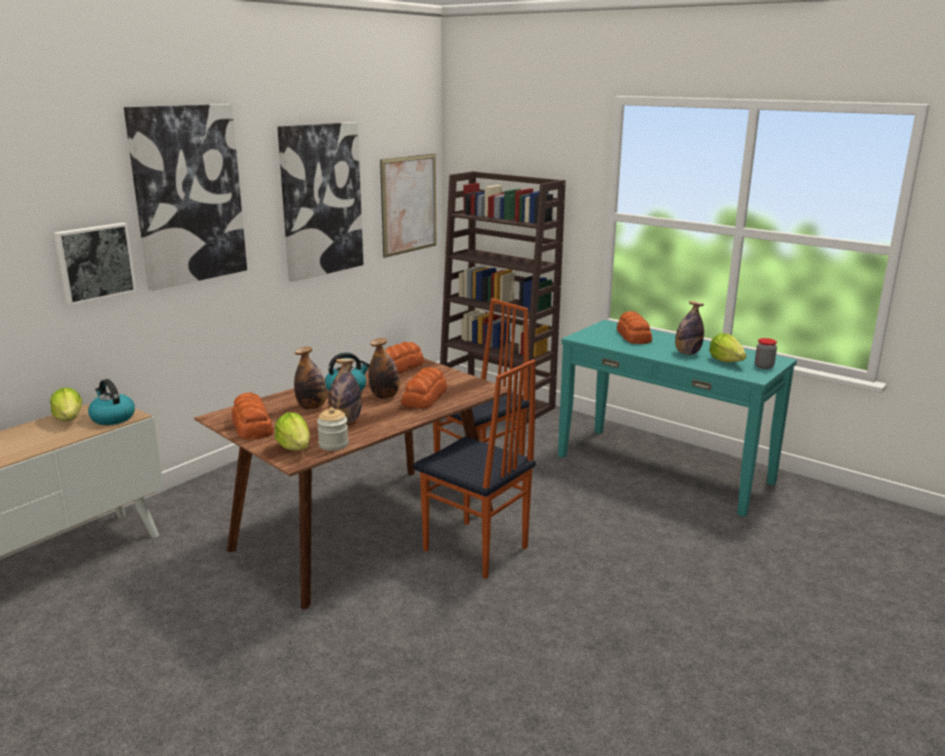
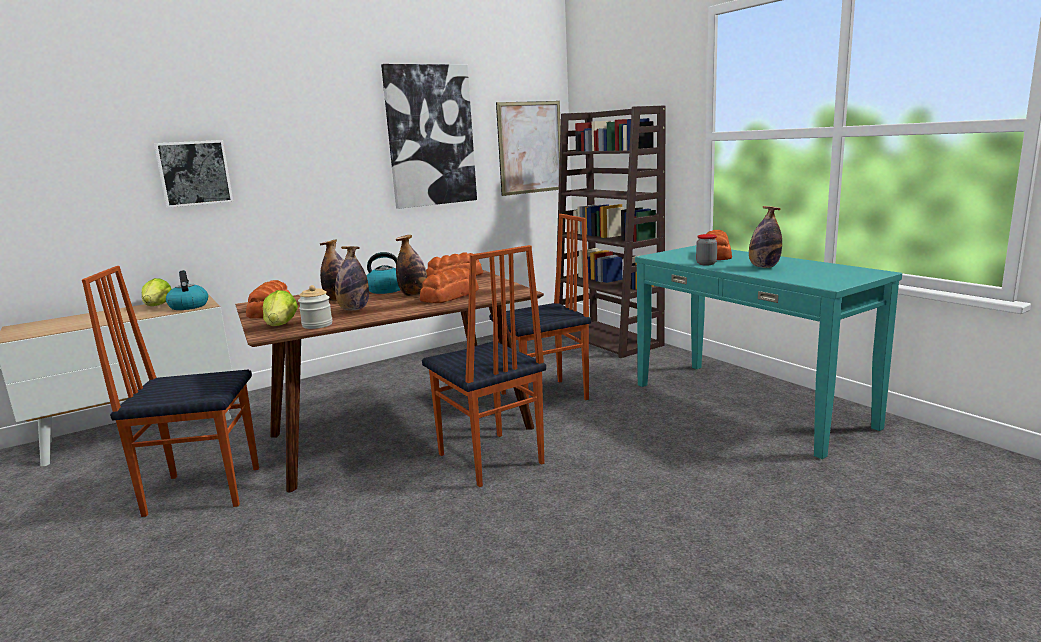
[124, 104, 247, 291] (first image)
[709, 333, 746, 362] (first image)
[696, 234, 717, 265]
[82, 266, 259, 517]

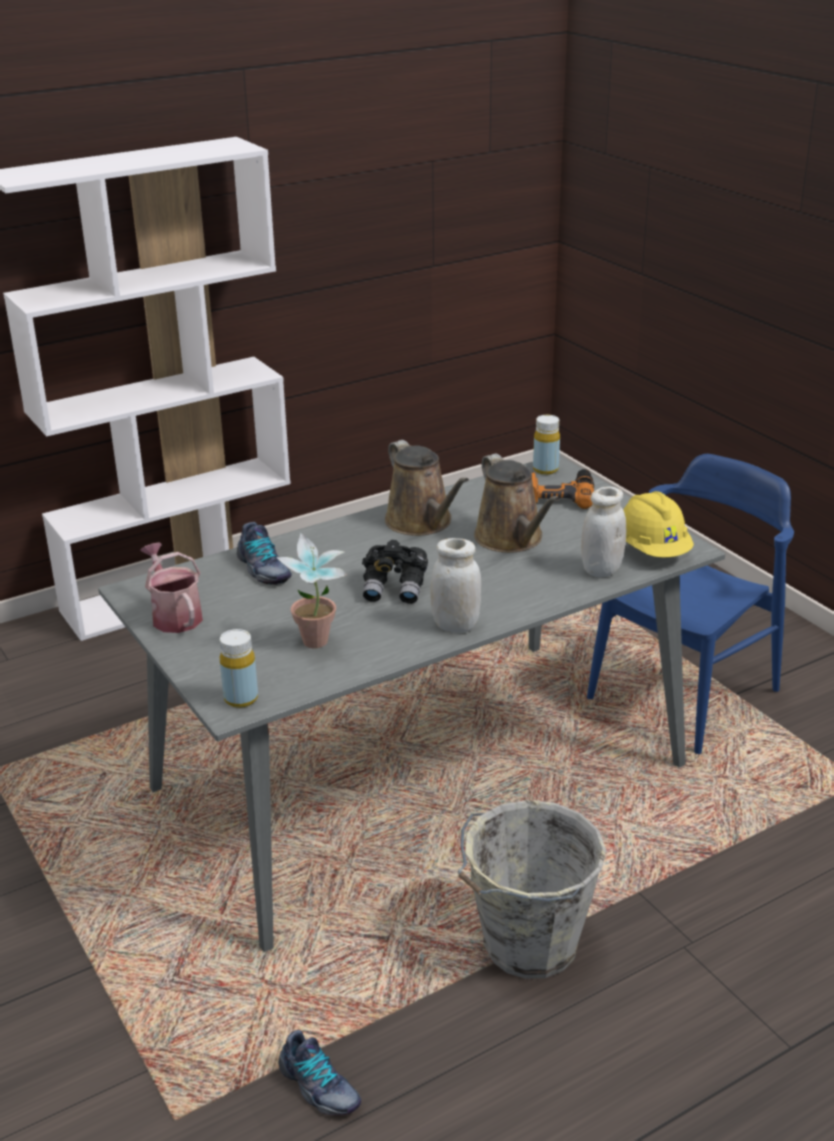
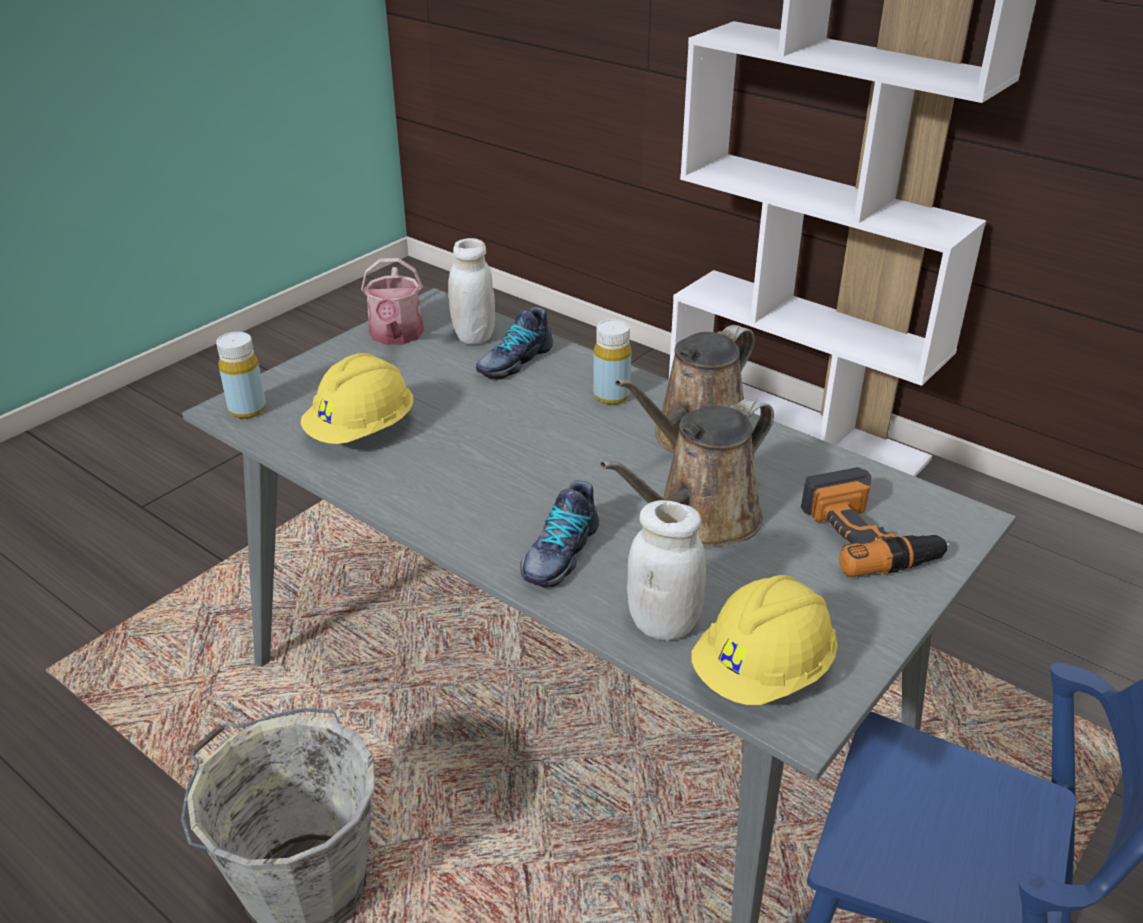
[593, 319, 631, 405]
[301, 353, 413, 444]
[448, 238, 495, 345]
[362, 540, 428, 604] (first image)
[361, 258, 424, 345]
[520, 480, 599, 588]

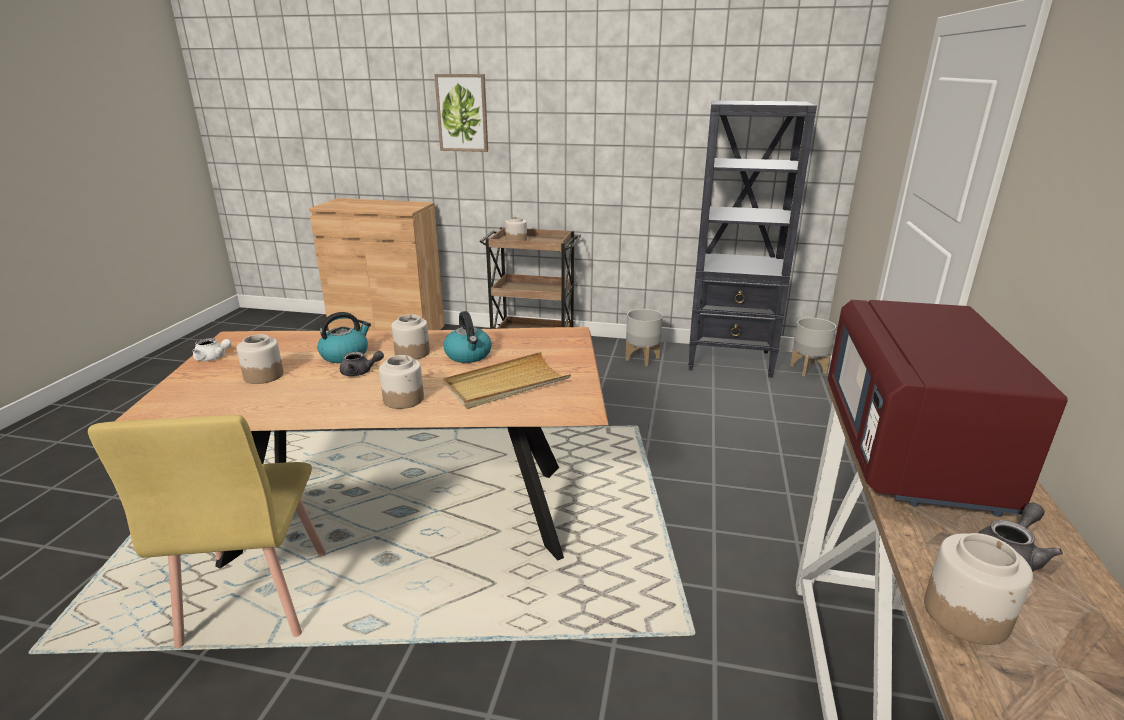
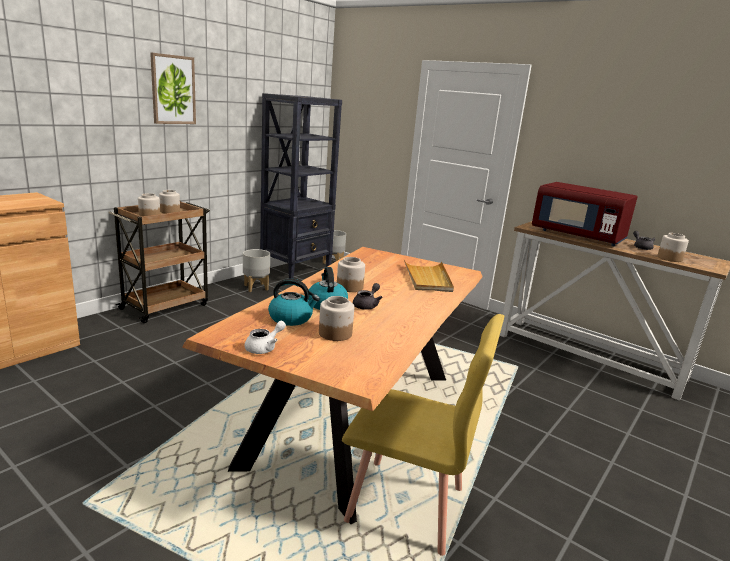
[150, 53, 196, 124]
[268, 278, 320, 326]
[159, 190, 180, 213]

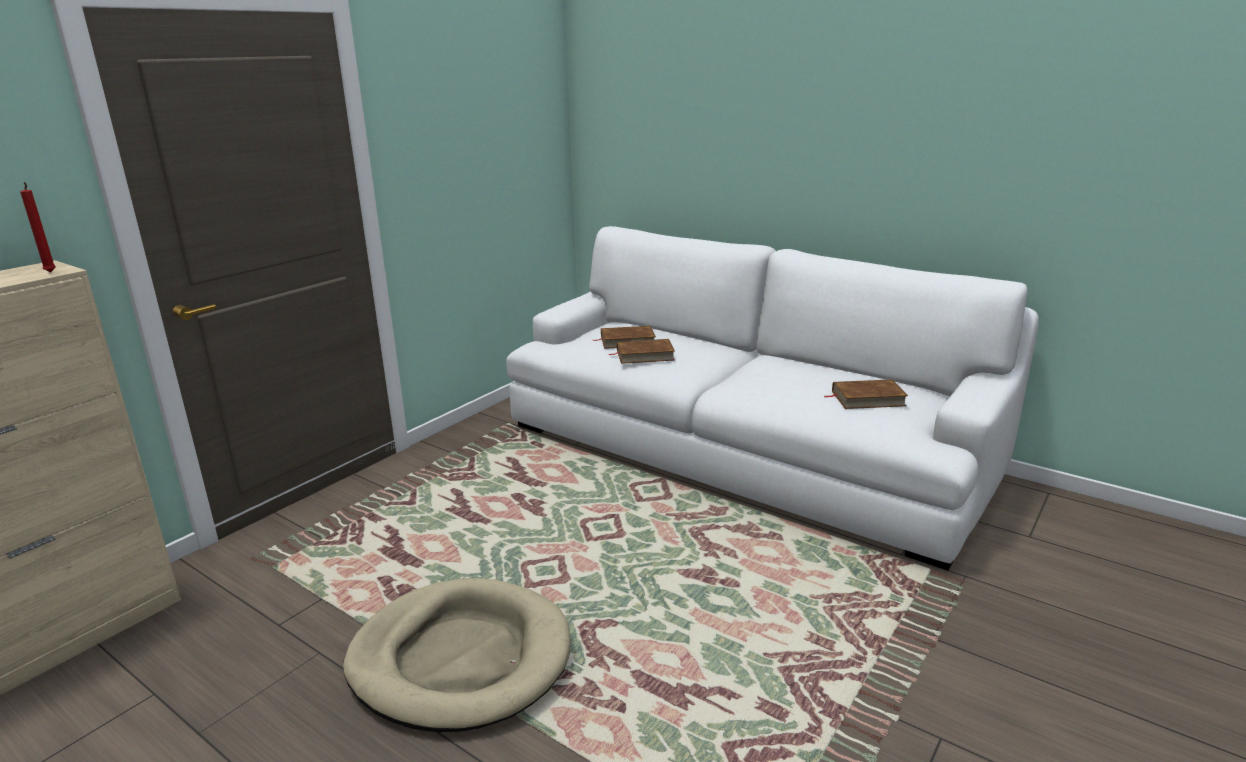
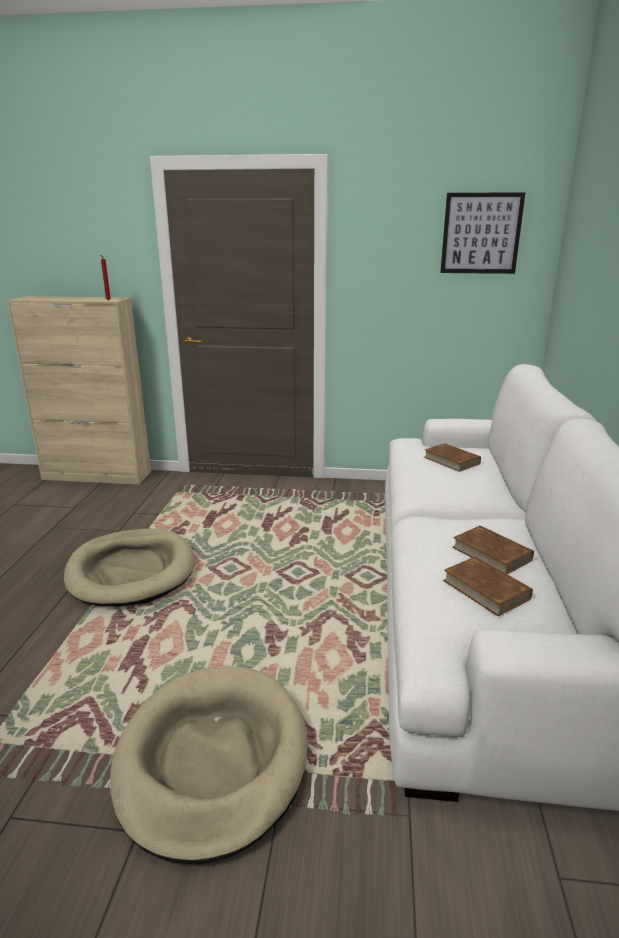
[452, 525, 534, 574]
[440, 192, 525, 274]
[110, 666, 308, 864]

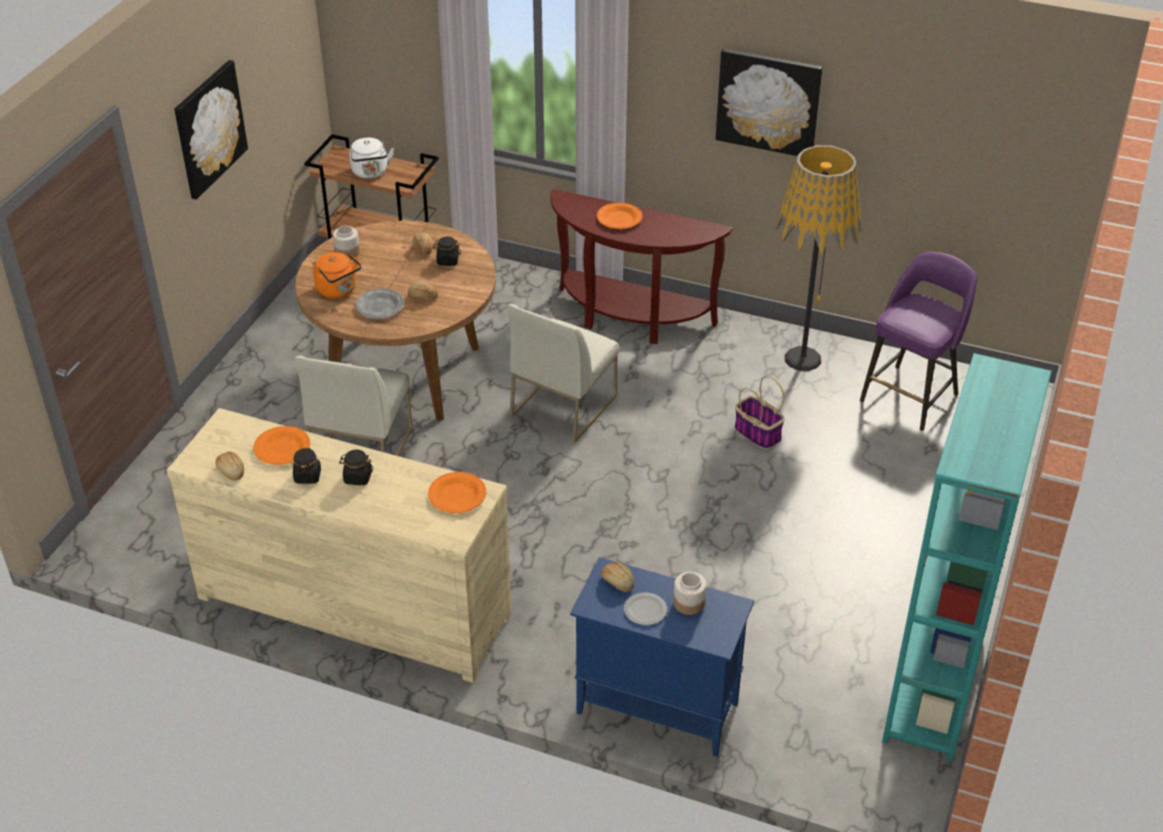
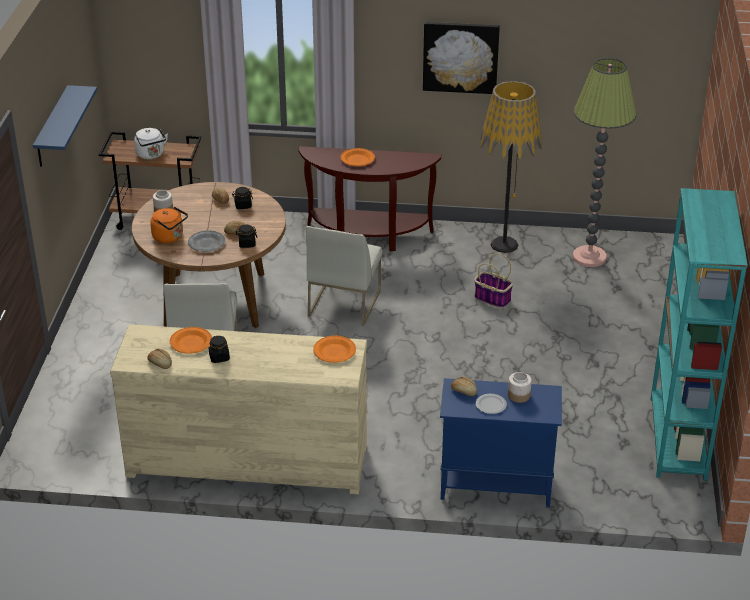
[33, 85, 97, 167]
[573, 58, 636, 267]
[235, 225, 257, 248]

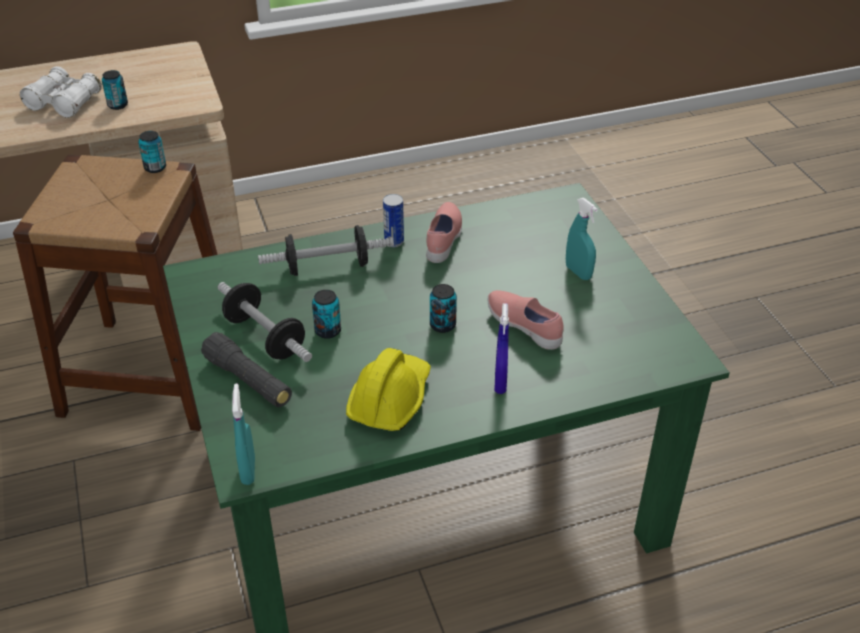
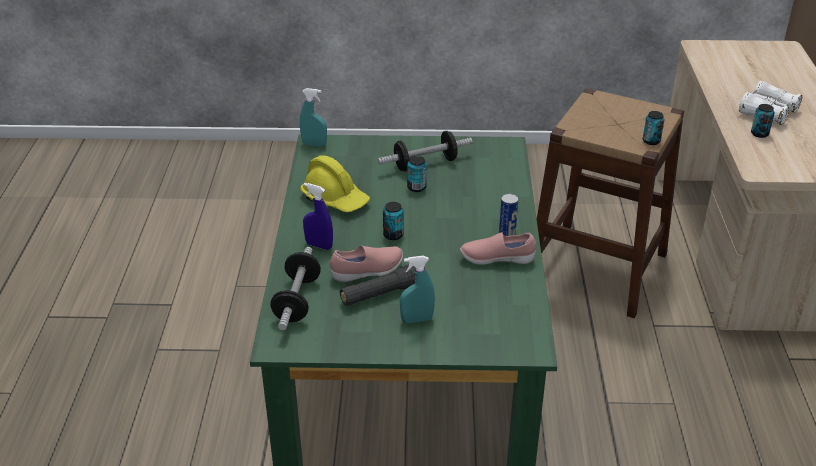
[460, 232, 536, 265]
[270, 247, 321, 330]
[340, 264, 425, 306]

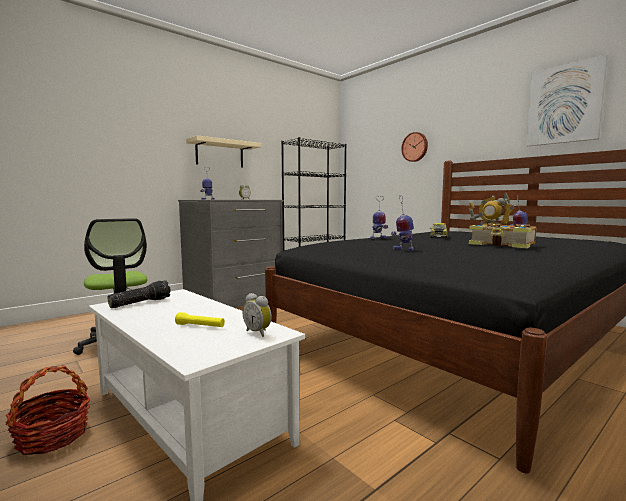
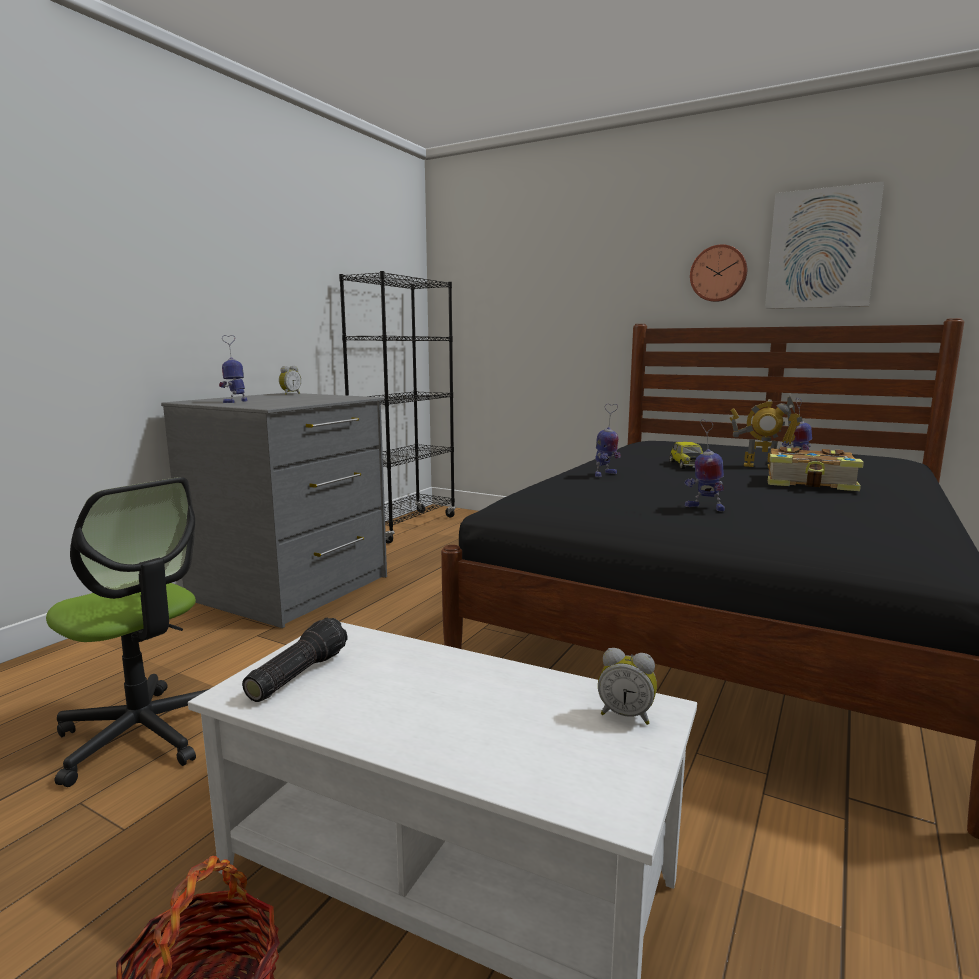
[690, 244, 747, 302]
[186, 135, 262, 167] (first image)
[175, 312, 225, 327] (first image)

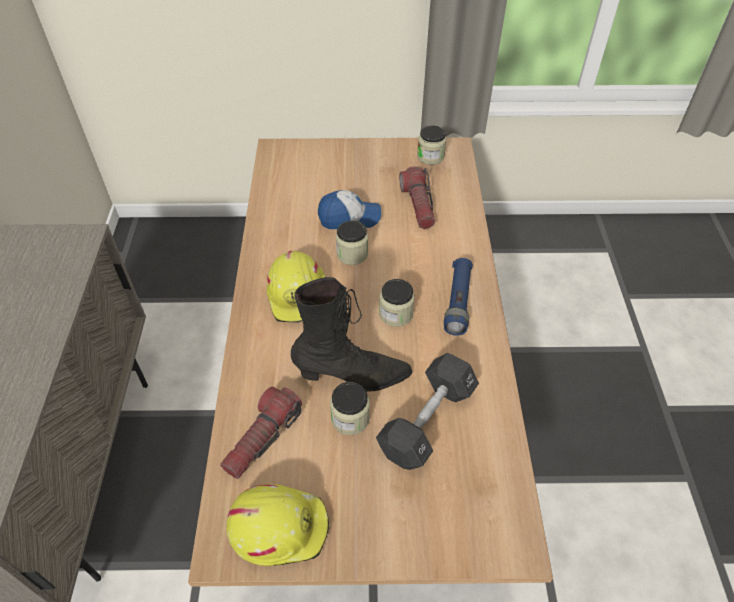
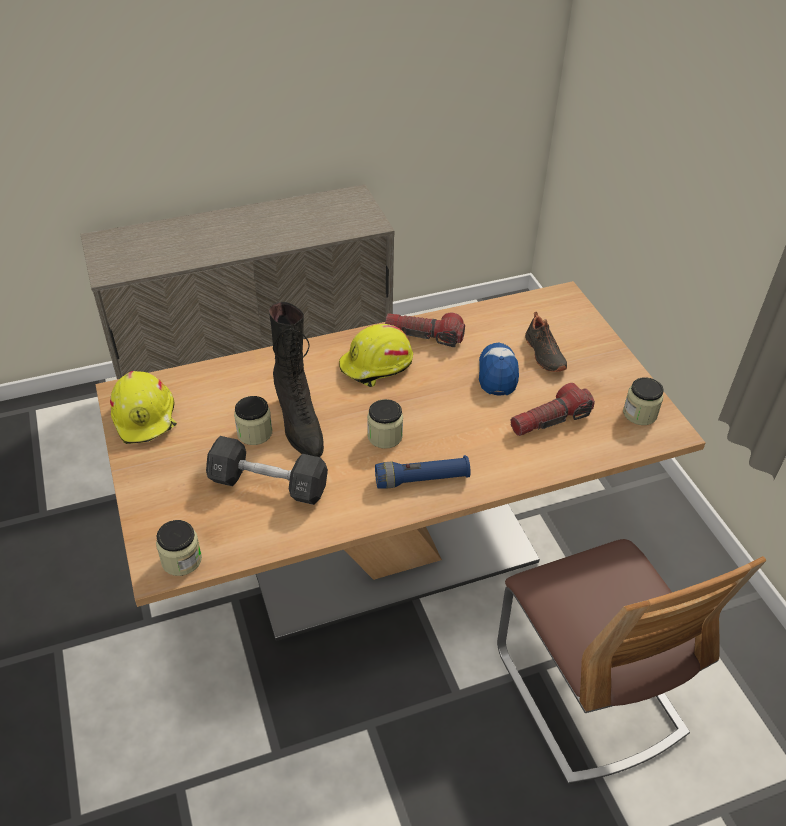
[479, 343, 519, 395]
[156, 520, 202, 576]
[385, 313, 465, 347]
[525, 312, 567, 372]
[497, 539, 766, 784]

